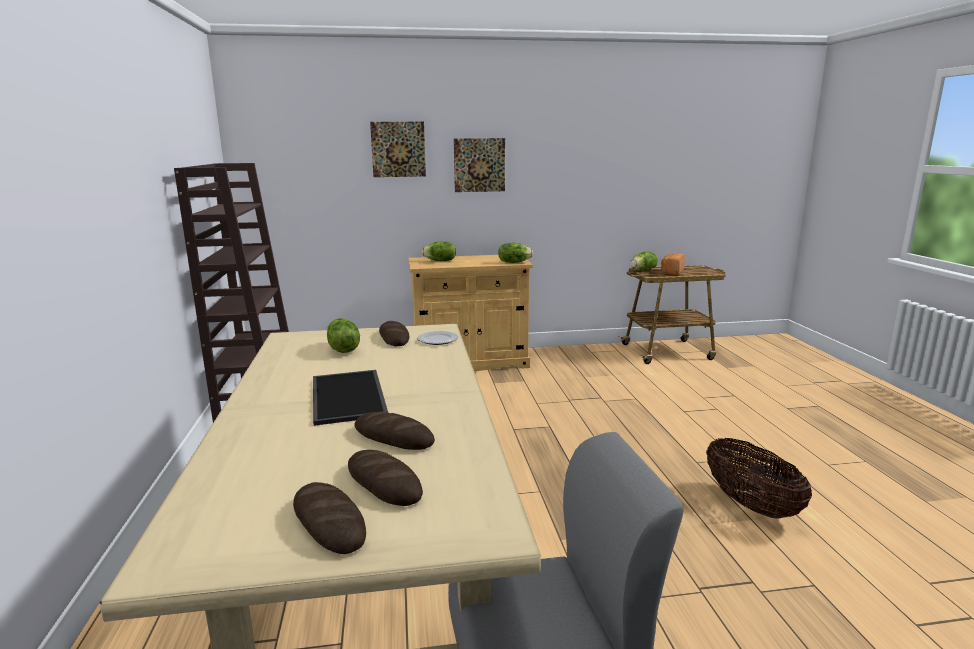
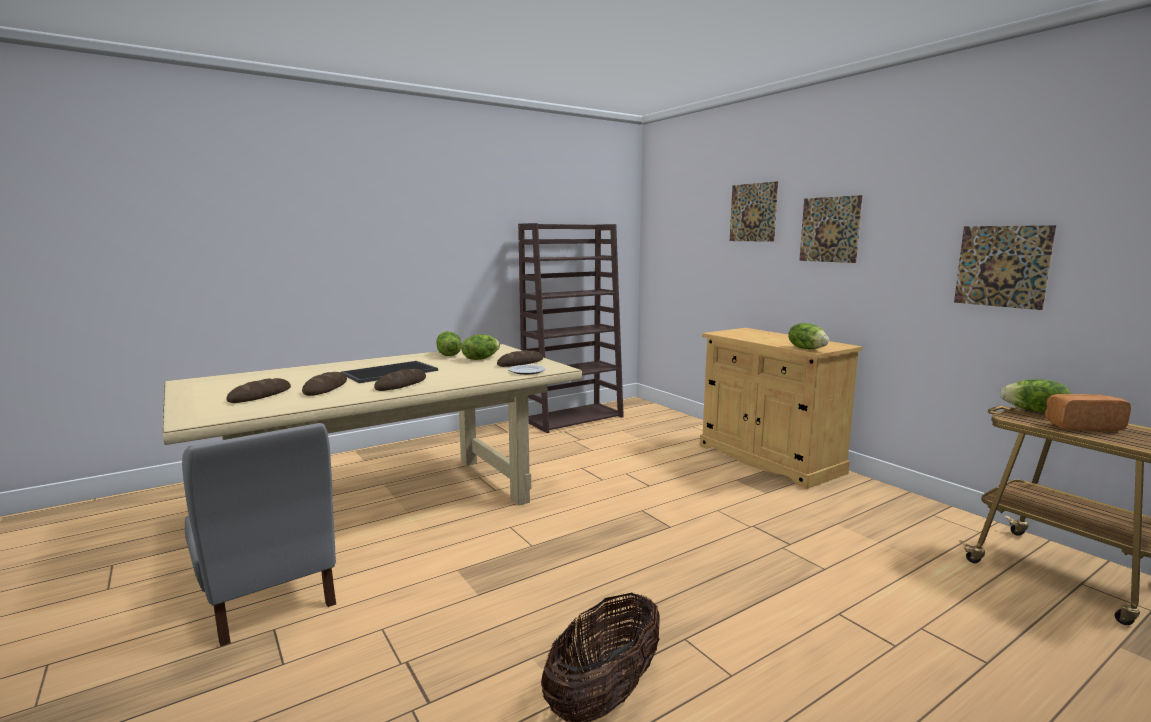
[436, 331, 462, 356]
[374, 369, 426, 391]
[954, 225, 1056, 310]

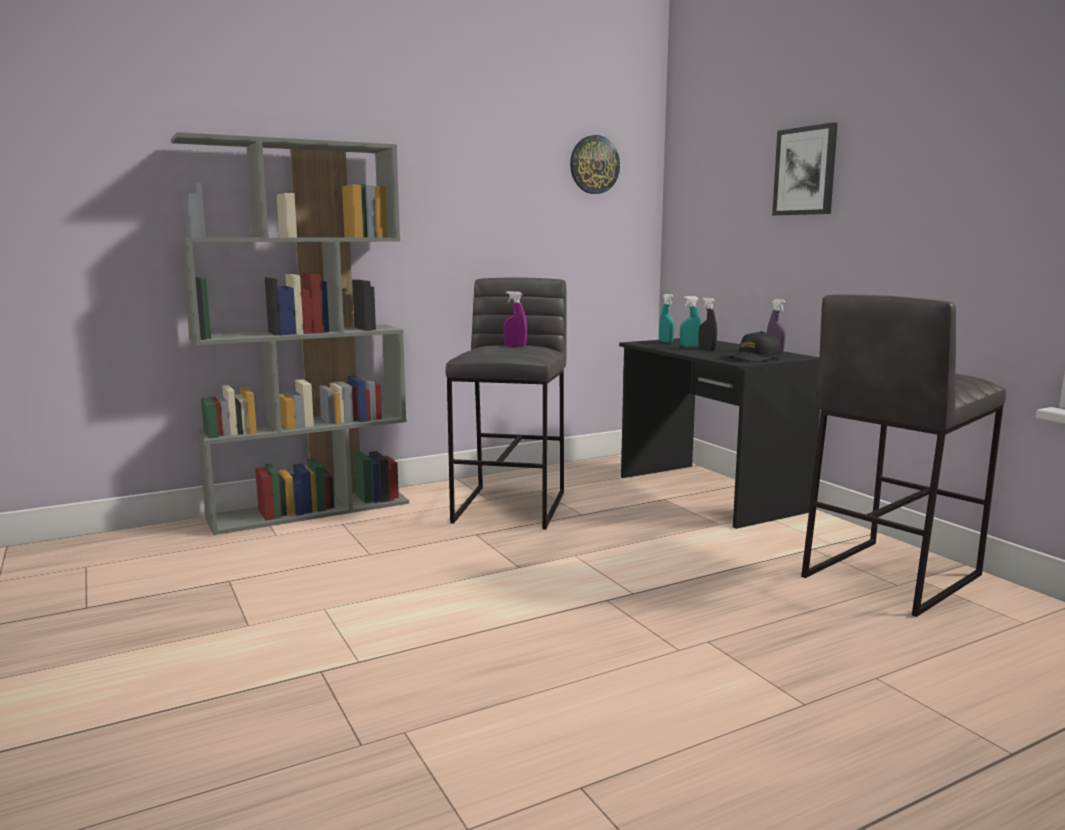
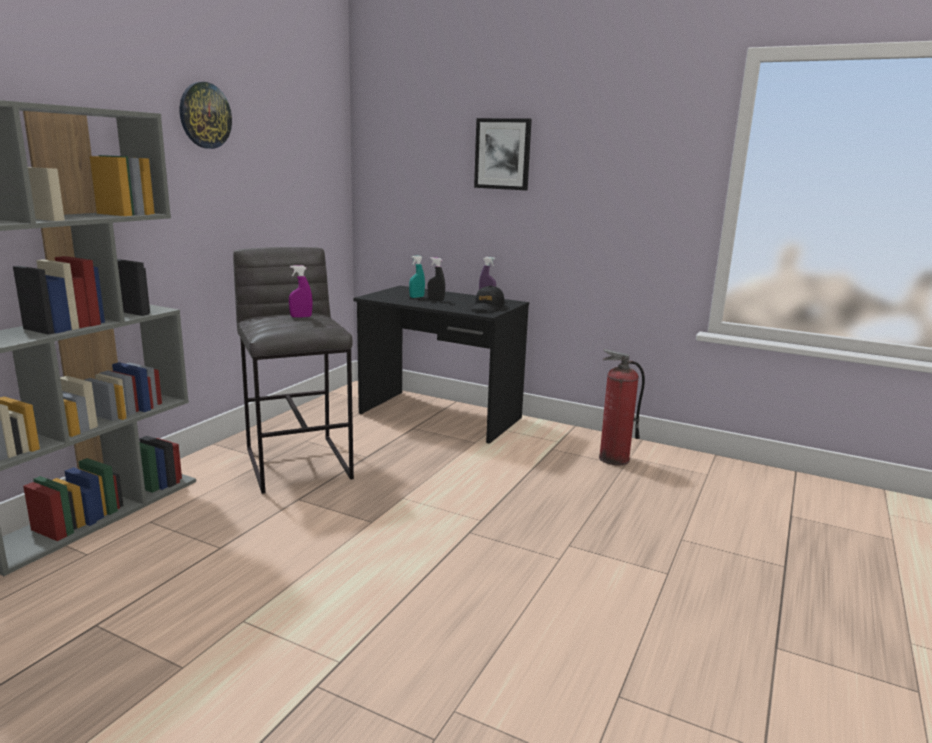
[180, 82, 232, 149]
[659, 294, 674, 343] (first image)
[599, 349, 645, 465]

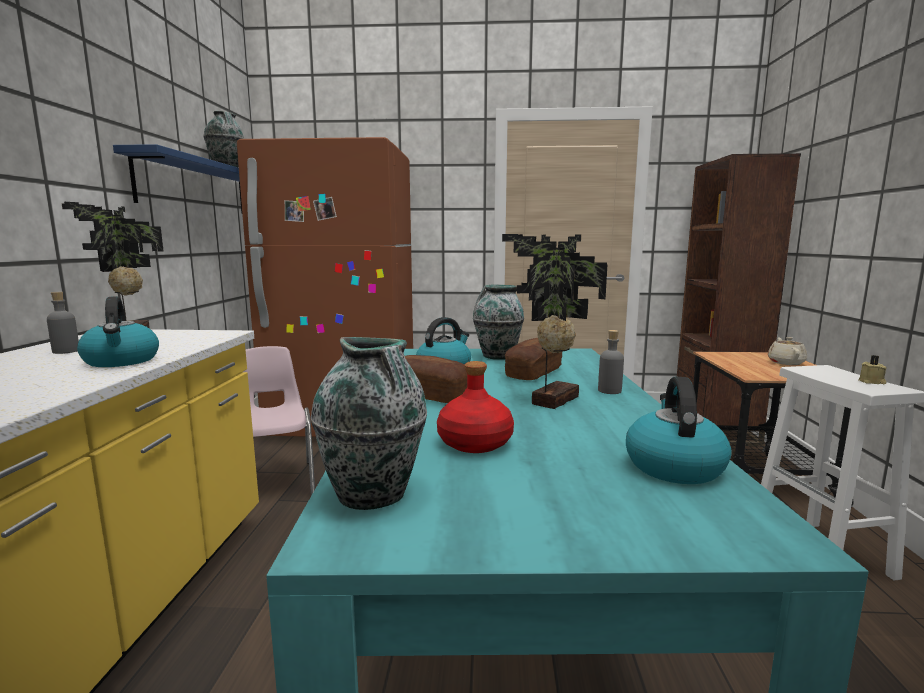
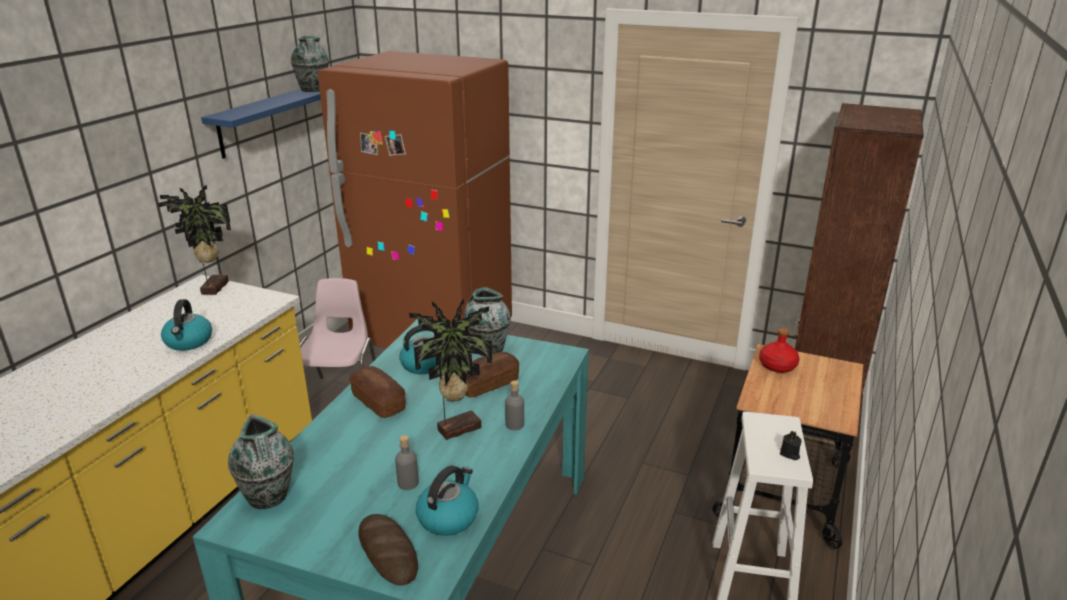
[395, 435, 419, 490]
[768, 337, 807, 365] (first image)
[780, 431, 801, 460]
[759, 328, 799, 373]
[358, 514, 418, 586]

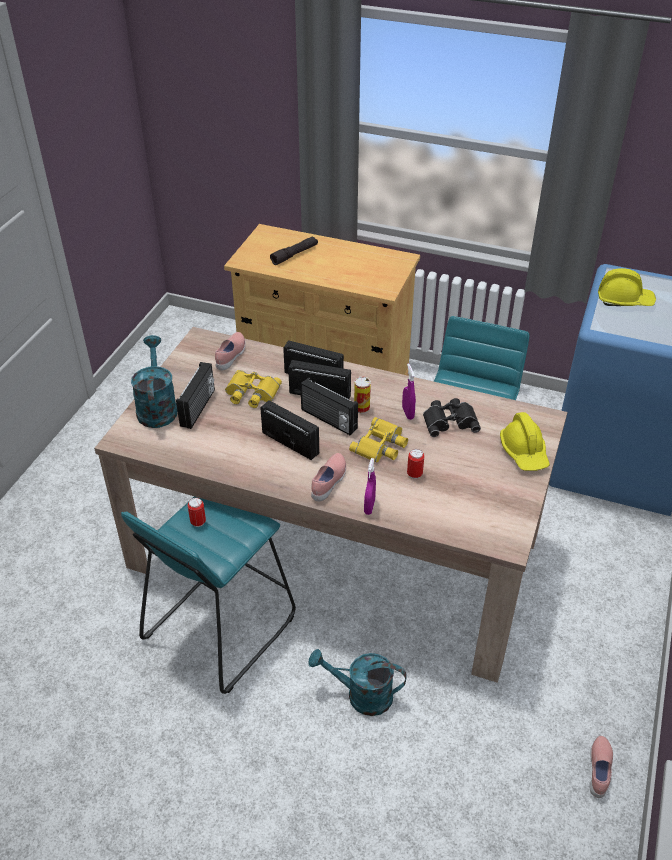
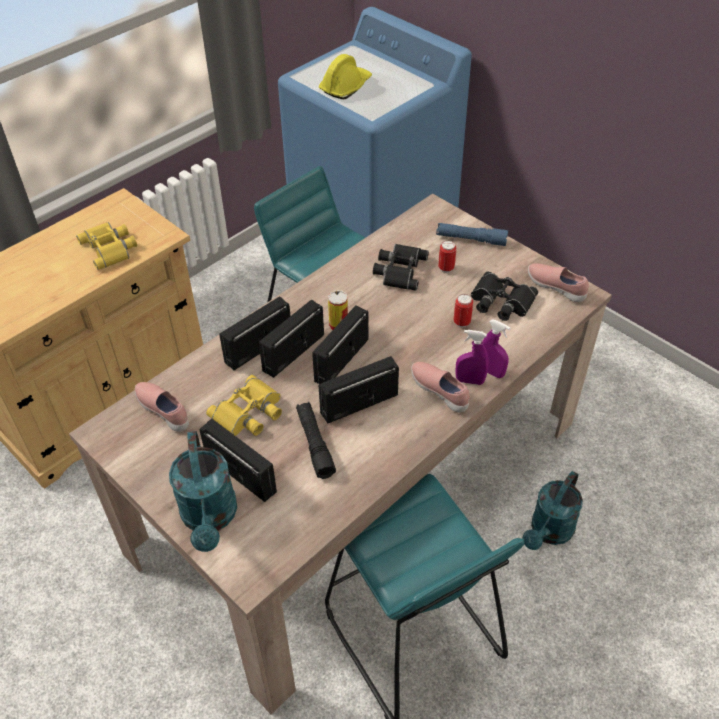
[296, 402, 336, 479]
[169, 431, 237, 552]
[455, 330, 489, 385]
[312, 305, 368, 384]
[436, 223, 508, 246]
[76, 222, 137, 270]
[438, 241, 456, 273]
[528, 263, 589, 302]
[471, 272, 538, 321]

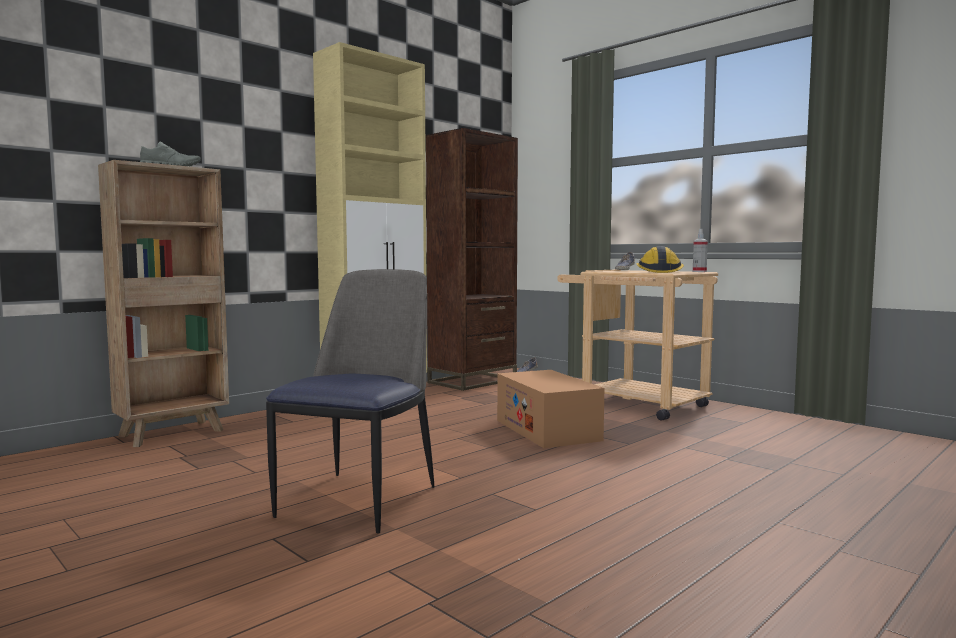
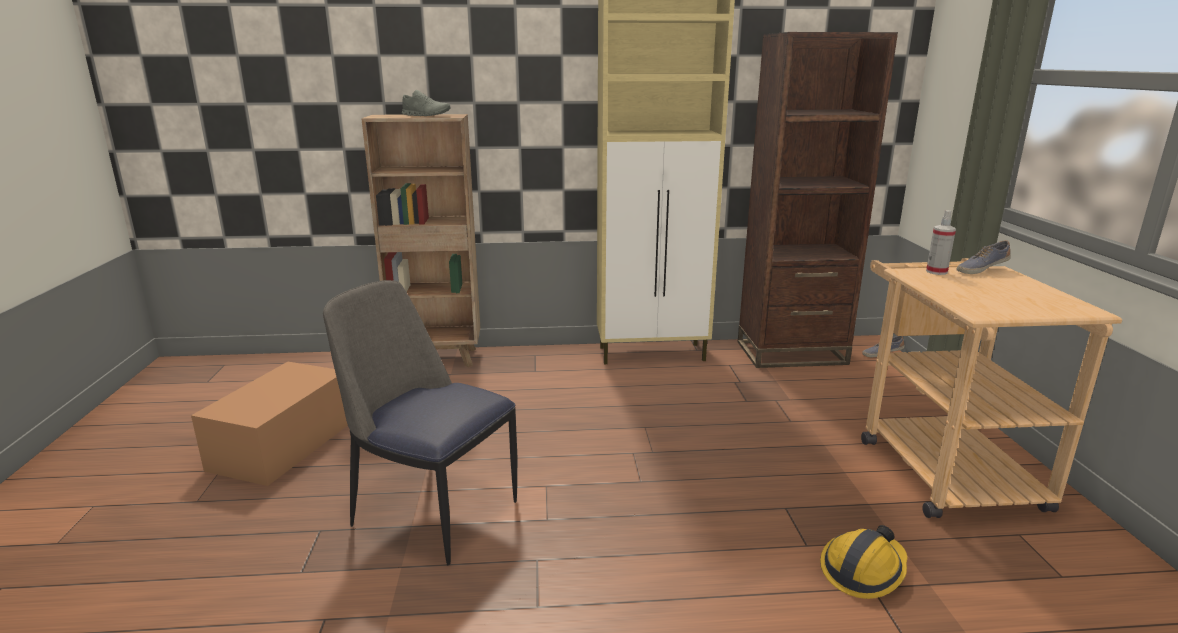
[926, 210, 956, 275]
[820, 525, 908, 599]
[323, 280, 517, 565]
[191, 362, 348, 486]

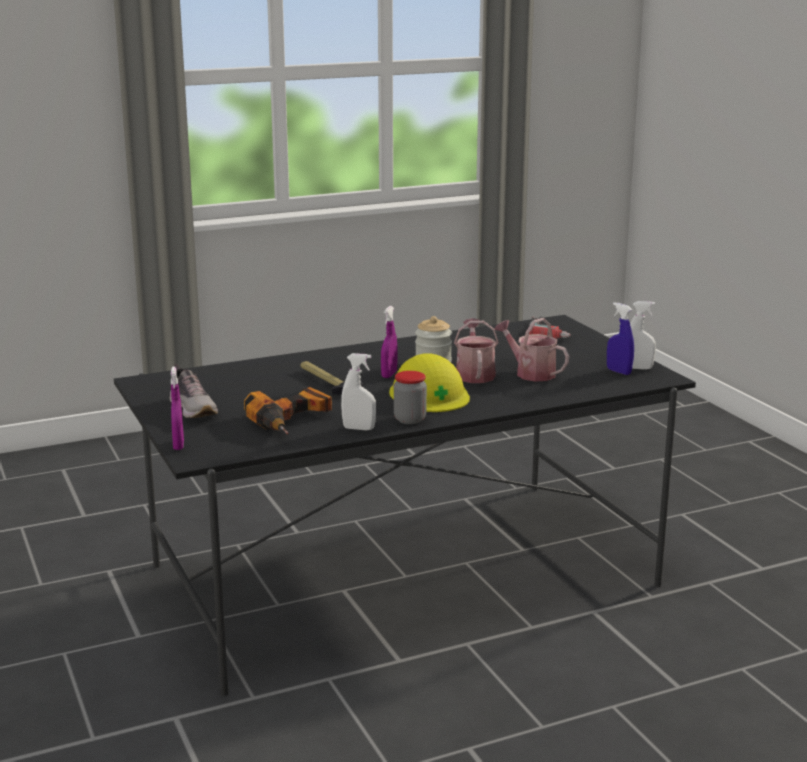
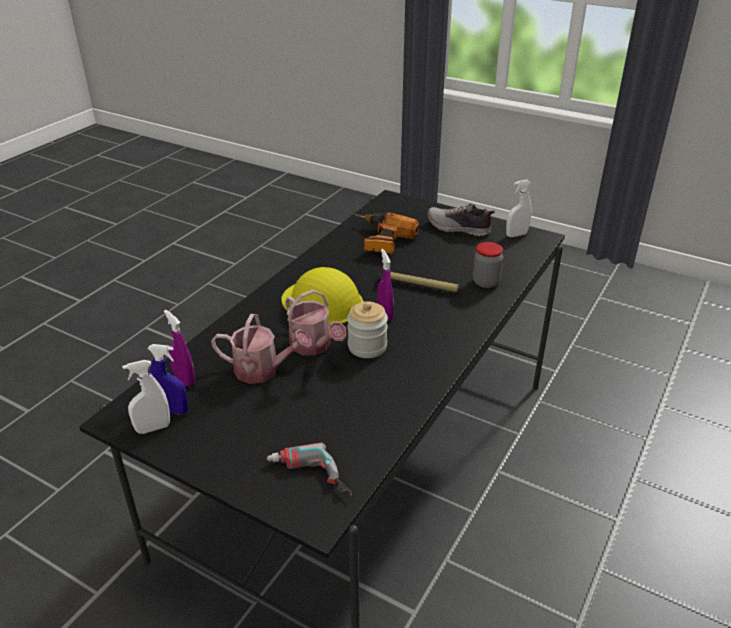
[506, 180, 532, 237]
[164, 310, 195, 386]
[473, 242, 503, 288]

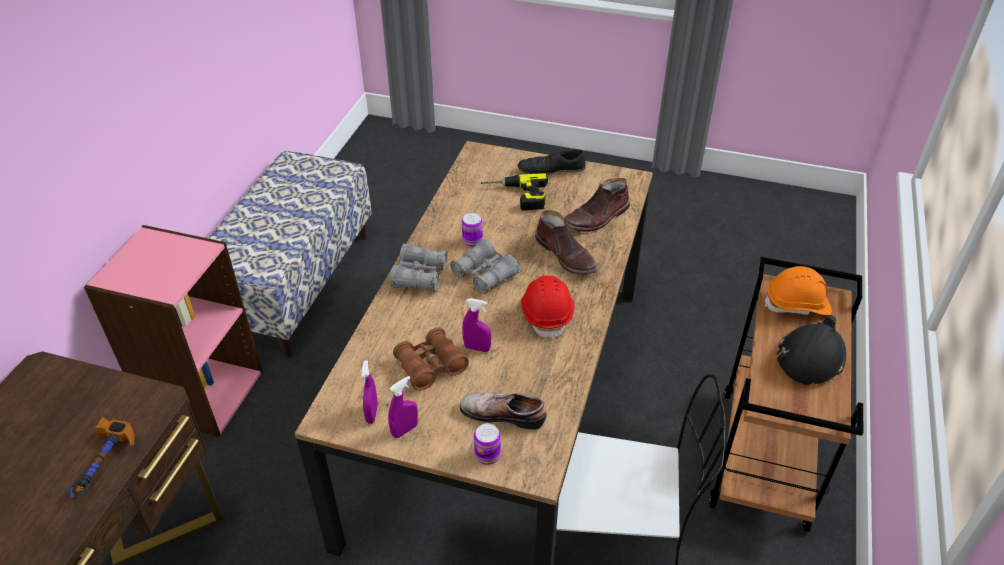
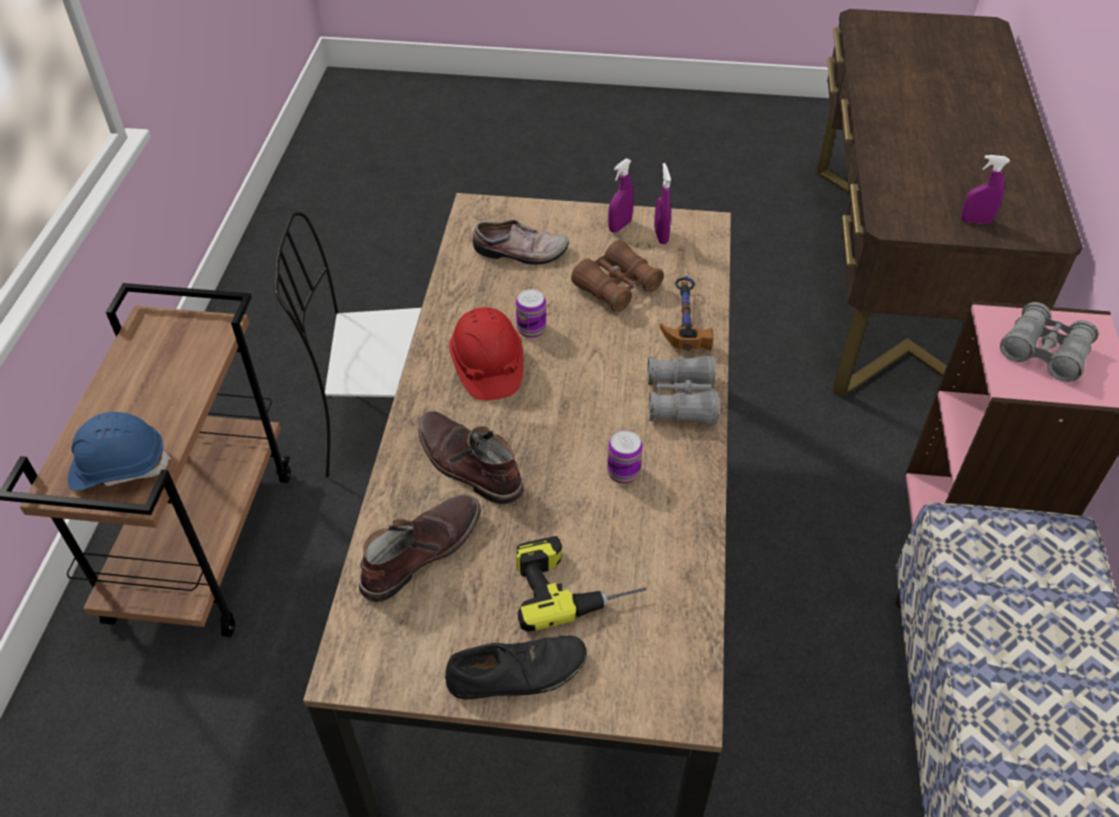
[1000, 302, 1098, 382]
[68, 412, 171, 490]
[961, 155, 1010, 224]
[777, 315, 846, 385] (first image)
[660, 276, 713, 351]
[516, 289, 546, 338]

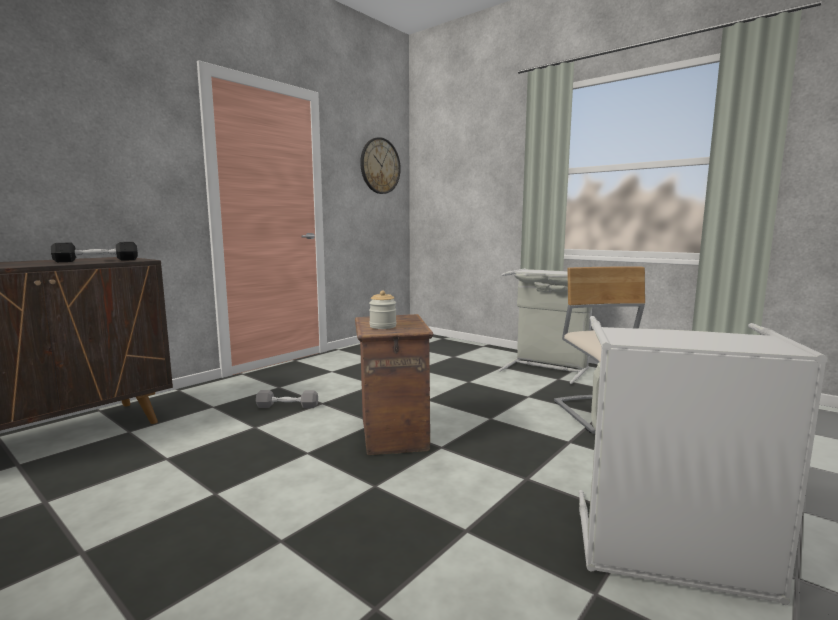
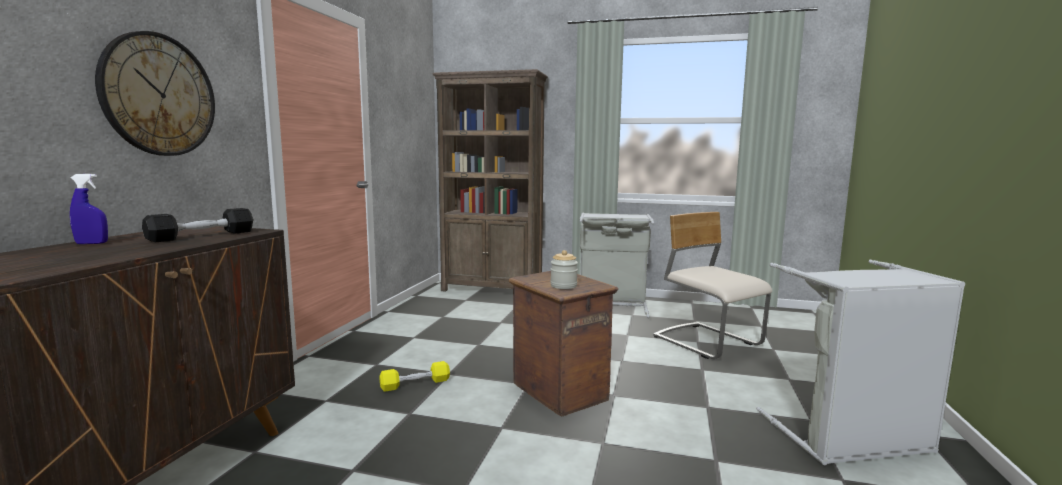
[95, 31, 215, 156]
[379, 361, 450, 392]
[432, 69, 548, 292]
[70, 174, 108, 244]

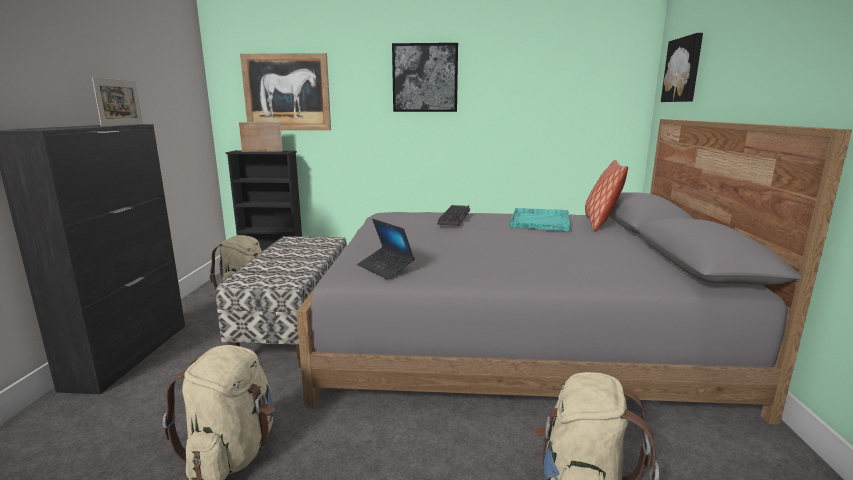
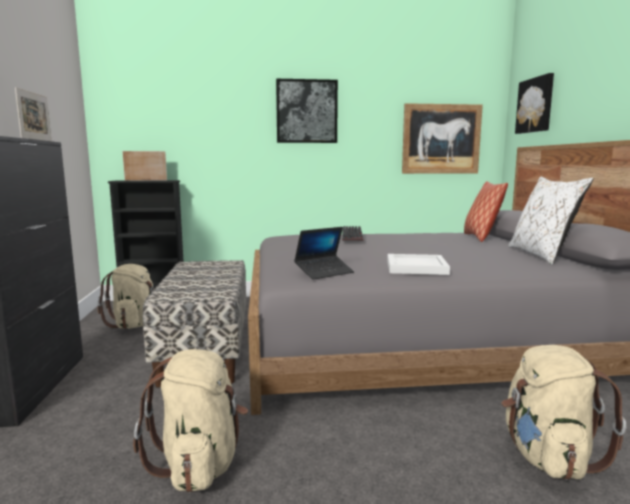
[402, 103, 483, 174]
[509, 208, 570, 231] (first image)
[294, 227, 354, 280]
[508, 176, 593, 265]
[387, 254, 450, 275]

